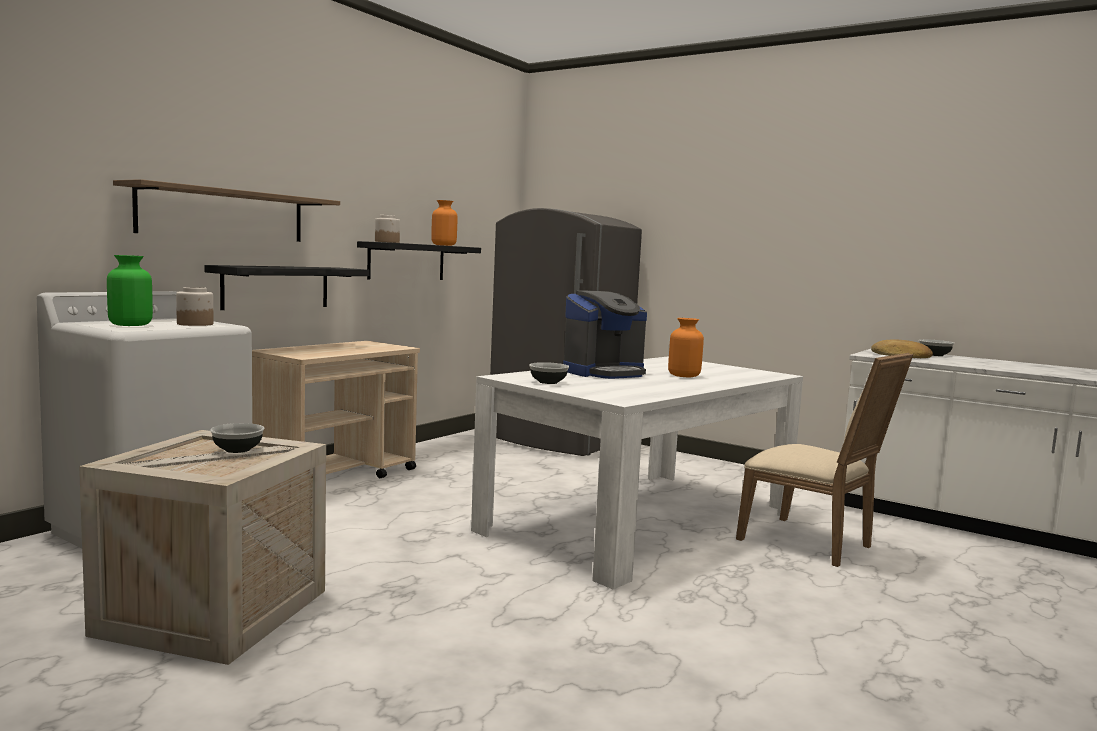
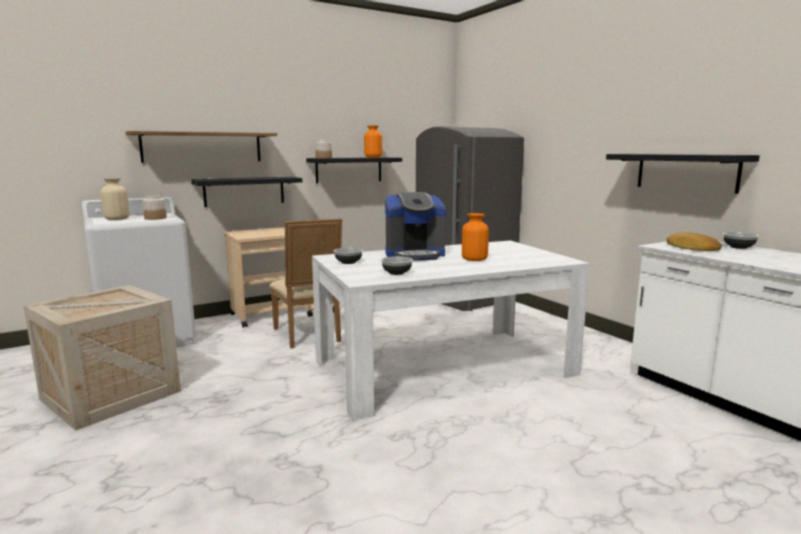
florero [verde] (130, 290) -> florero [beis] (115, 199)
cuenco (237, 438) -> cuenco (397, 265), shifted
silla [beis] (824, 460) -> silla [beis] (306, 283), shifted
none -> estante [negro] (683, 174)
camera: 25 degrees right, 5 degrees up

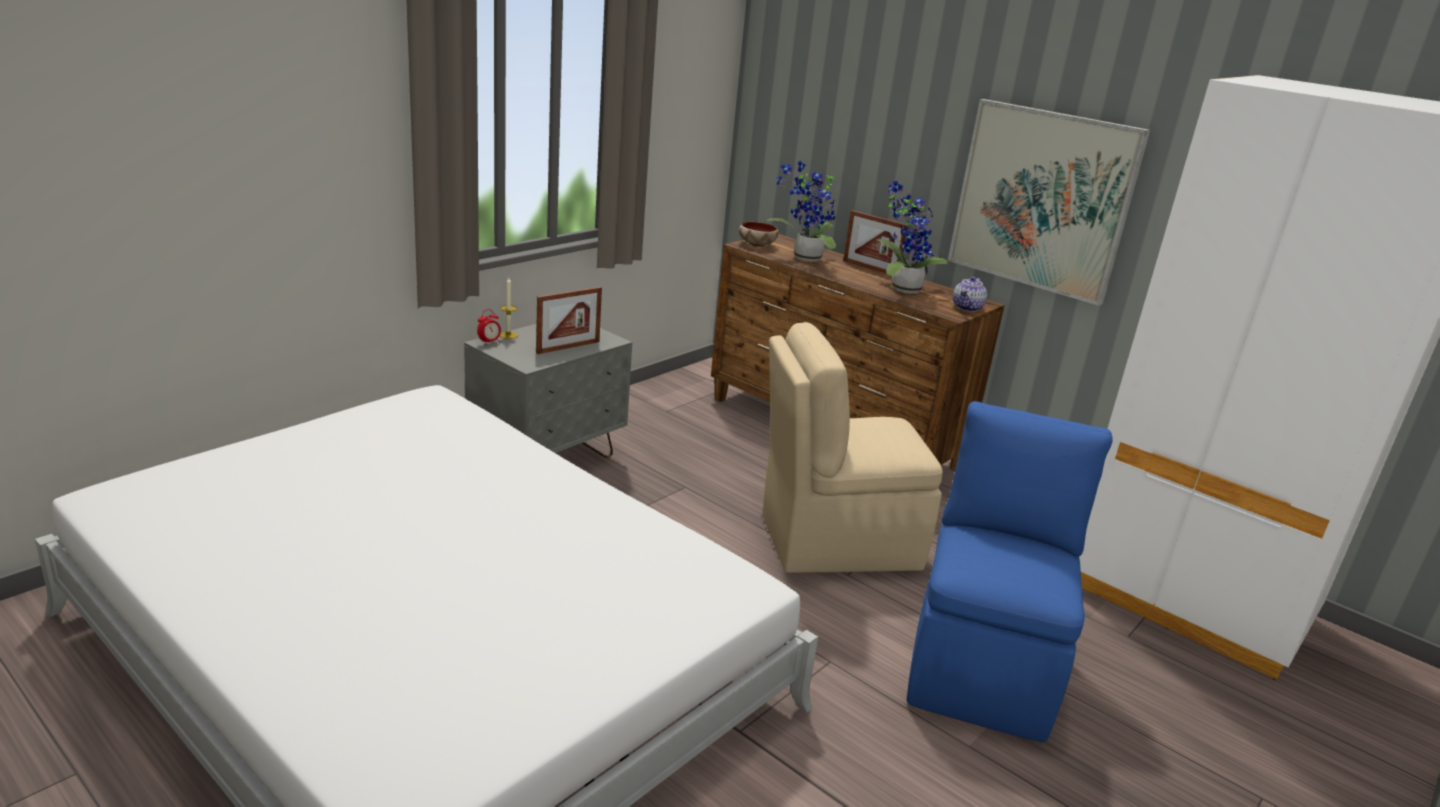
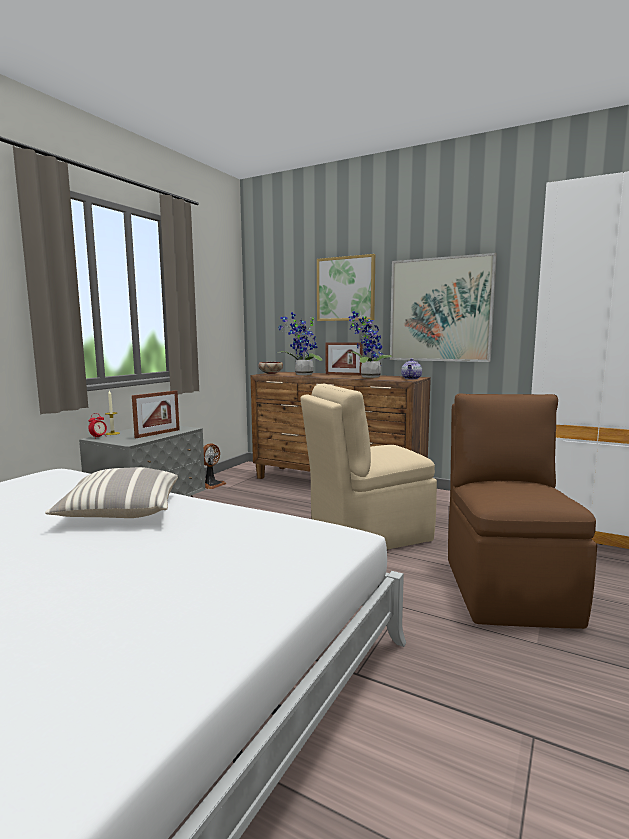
silla [azul] (1010, 571) -> silla [marrón] (522, 511)
none -> cojín (111, 492)
none -> ventilador (215, 466)
none -> cuadro (346, 287)
camera: 10 degrees left, 15 degrees down

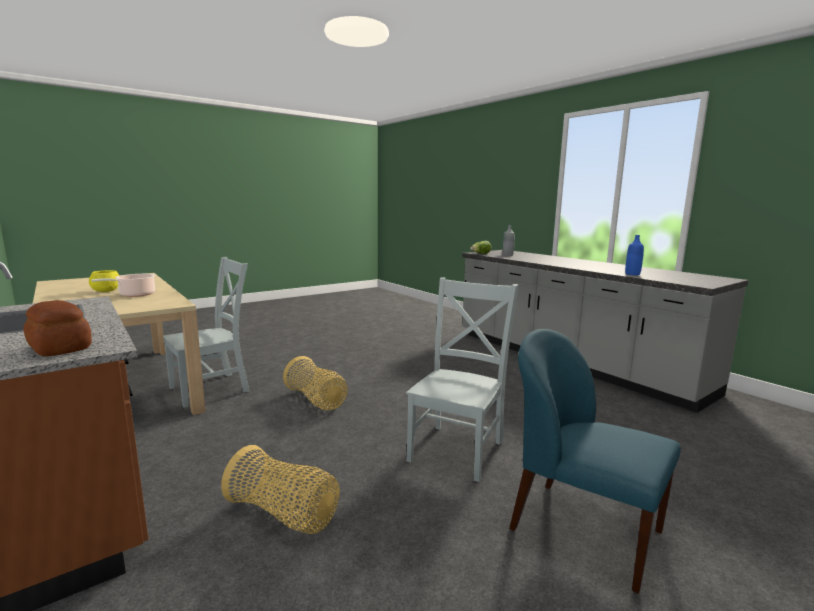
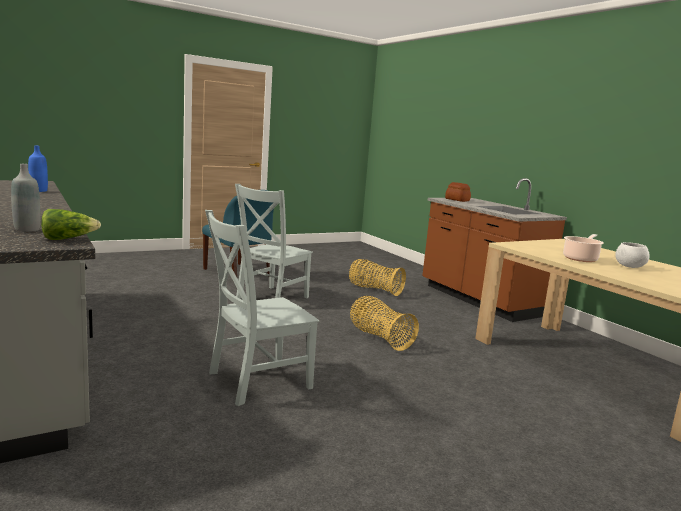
cuenco [amarillo] (104, 281) -> cuenco [blanco] (632, 255)
silla [gris] (206, 332) -> silla [gris] (262, 308), shifted
camera: 175 degrees left, 0 degrees up

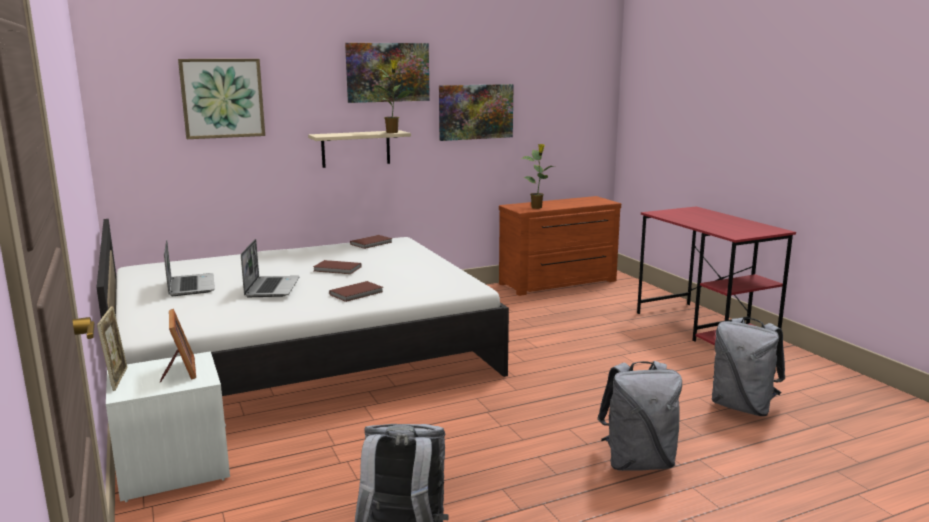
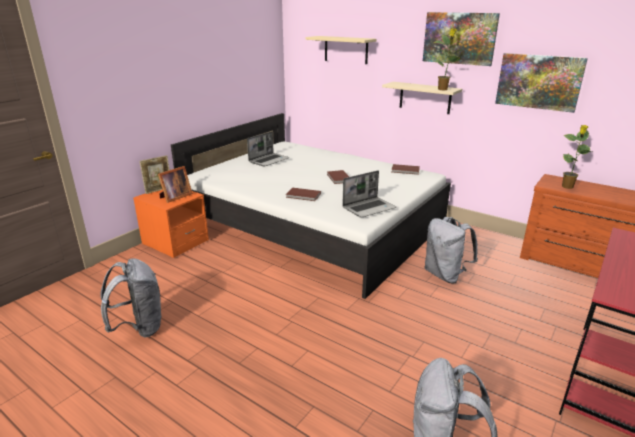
mesita de noche [blanco] (168, 426) -> mesita de noche [naranja] (171, 224)
cuadro (221, 99) -> estante [beis] (341, 50)
portátil (270, 268) -> portátil (369, 194), shifted
mochila [gris] (639, 416) -> mochila [gris] (451, 250), shifted
camera: 60 degrees right, 10 degrees up

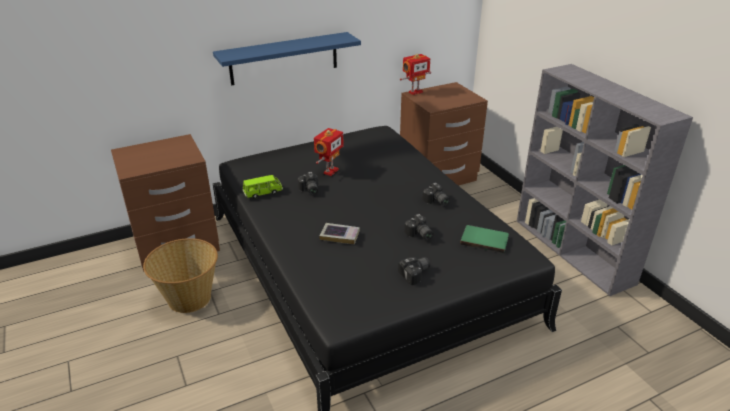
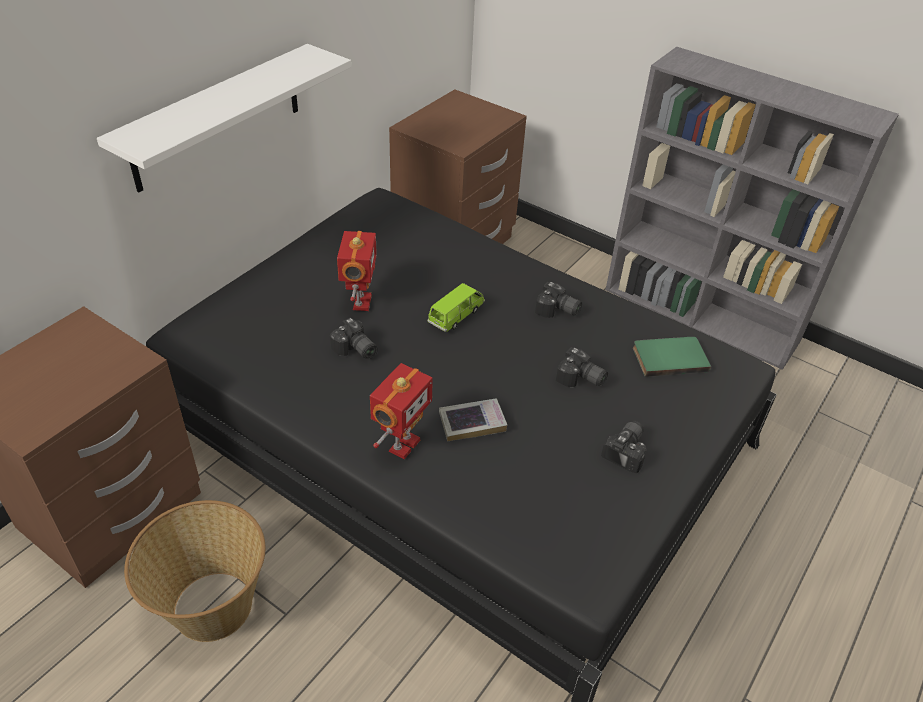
estante [azul] (287, 58) -> estante [blanco] (224, 118)
coche de juguete [verde] (263, 187) -> coche de juguete [verde] (456, 307), shifted
robot de juguete (415, 74) -> robot de juguete (401, 411), shifted
camera: 30 degrees left, 10 degrees up

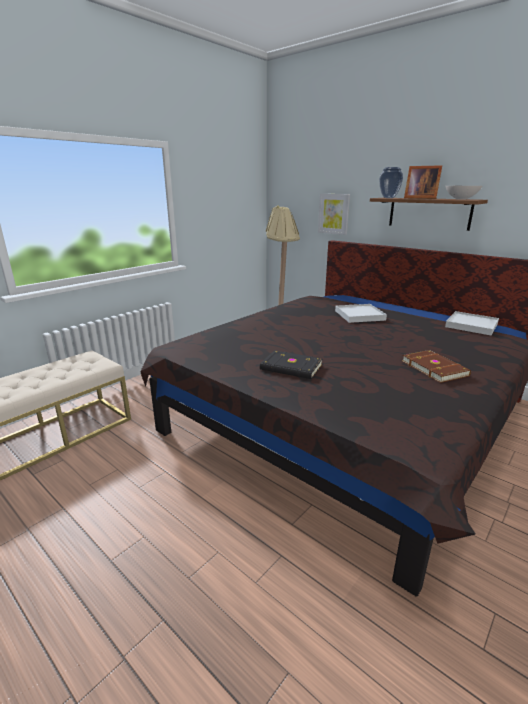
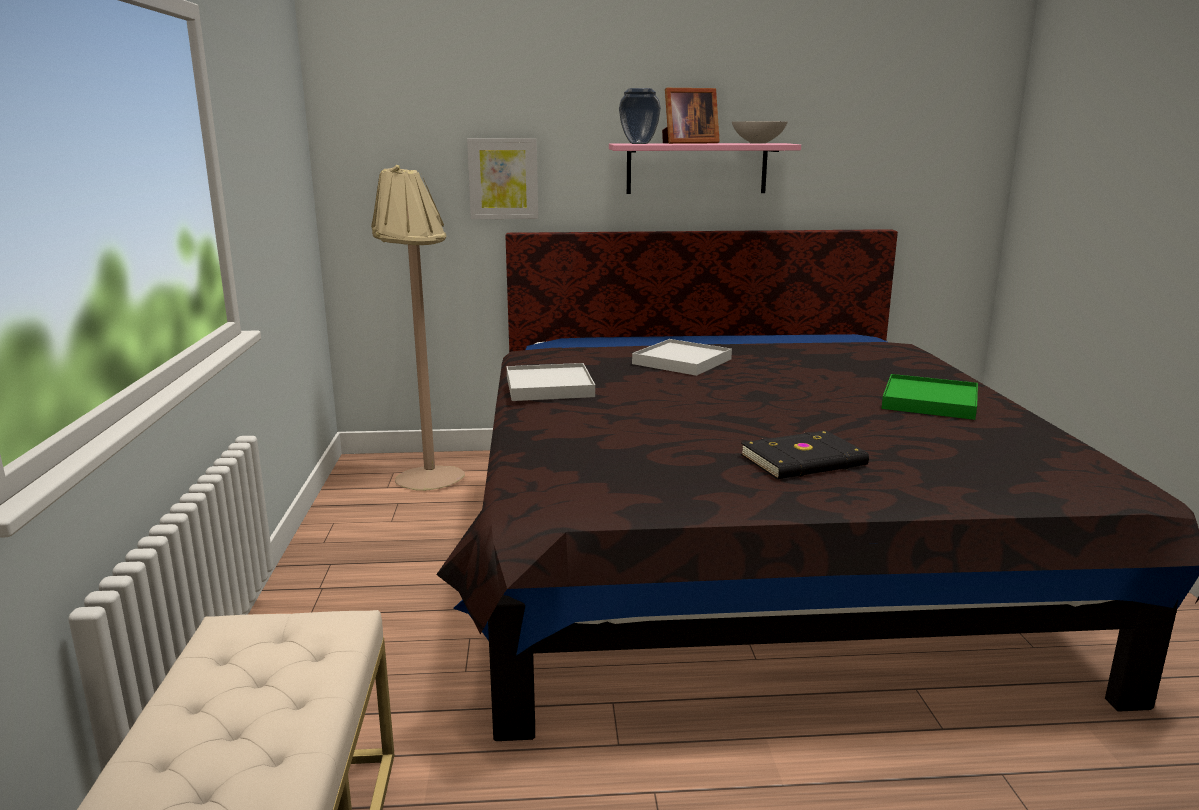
estante [marrón] (429, 214) -> estante [rosa] (705, 168)
libro [marrón] (436, 366) -> bandeja [verde] (929, 397)
bandeja [blanco] (472, 323) -> bandeja [blanco] (551, 382), shifted
camera: 45 degrees left, 5 degrees down

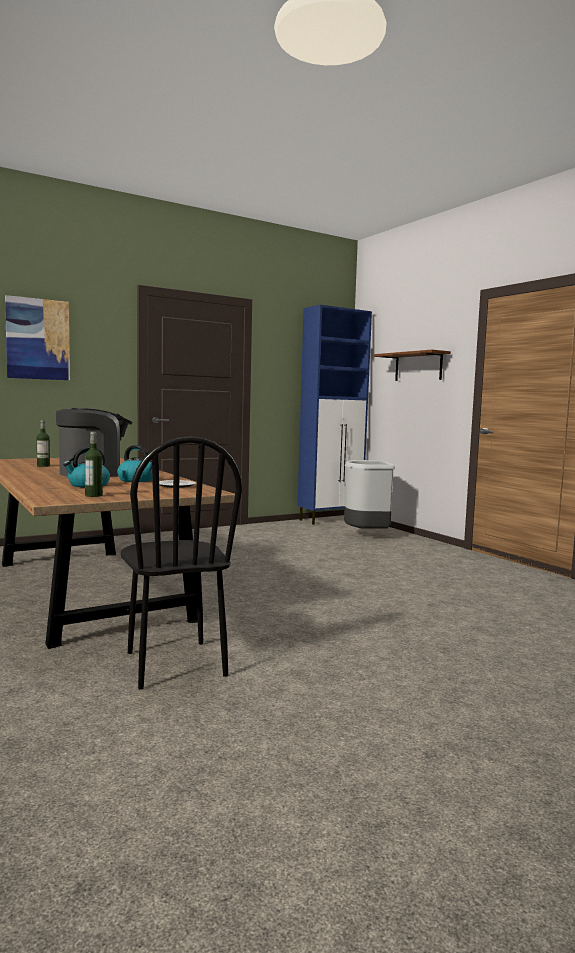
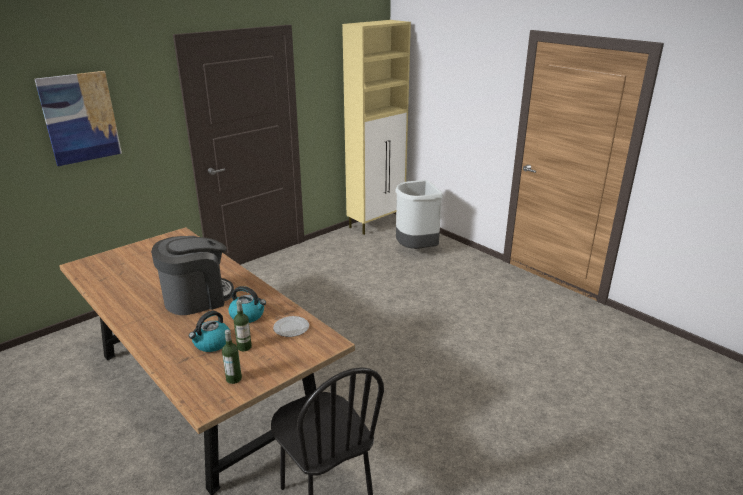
botella (43, 443) -> botella (243, 325), shifted
armario [azul] (335, 415) -> armario [beis] (376, 127)
estante [marrón] (412, 365) -> none
camera: 10 degrees left, 20 degrees up

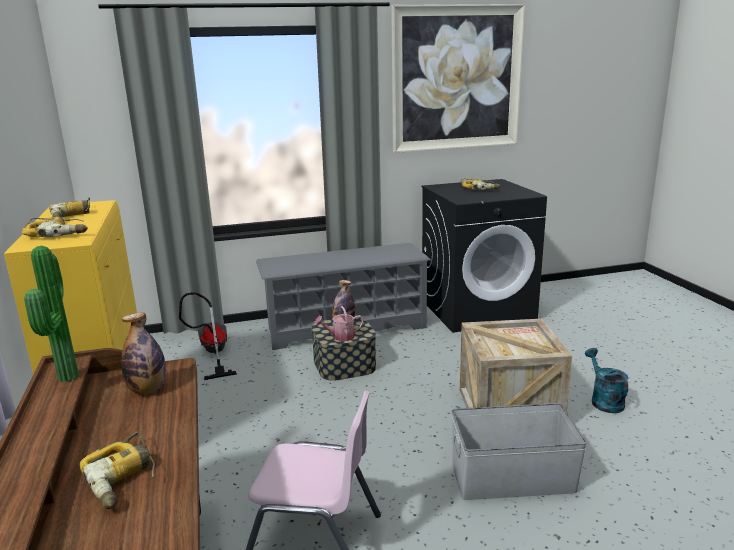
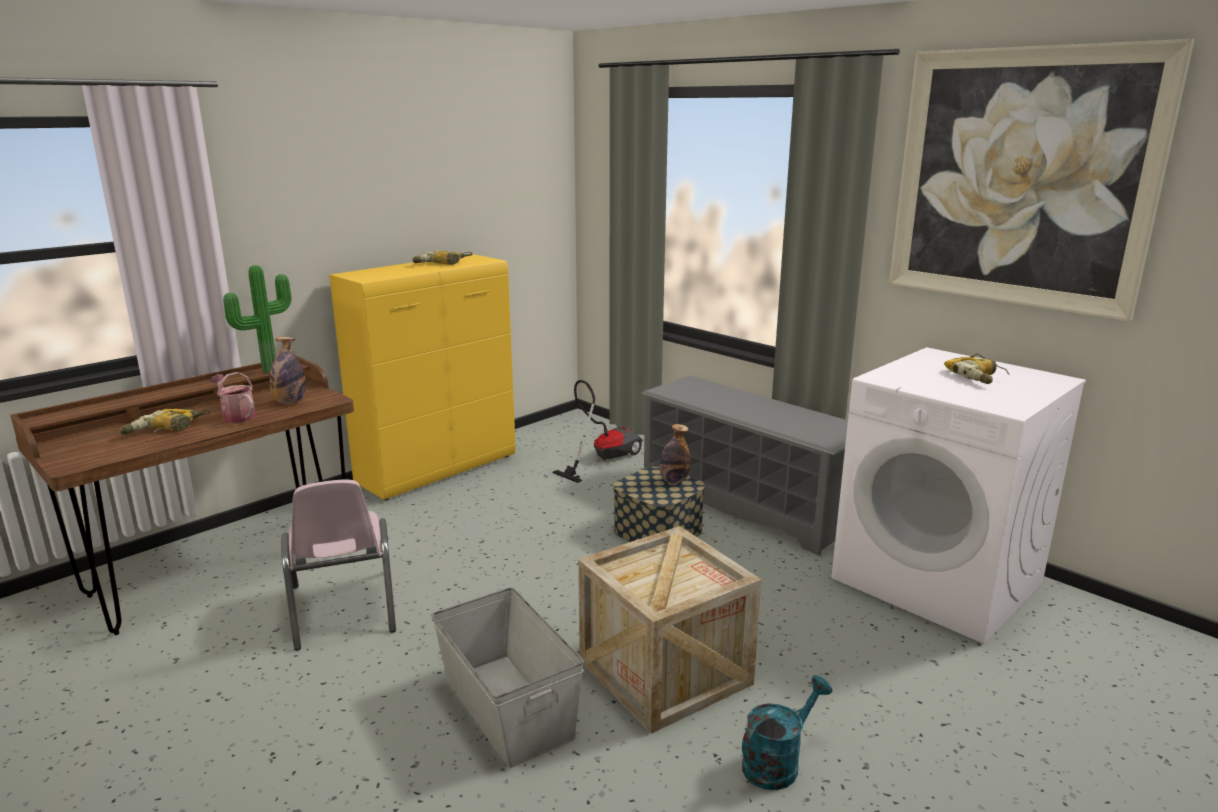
taladro (55, 227) -> none
regadera (339, 323) -> regadera (233, 397), shifted
lavadora [negro] (484, 256) -> lavadora [blanco] (958, 495)
camera: 60 degrees right, 0 degrees up

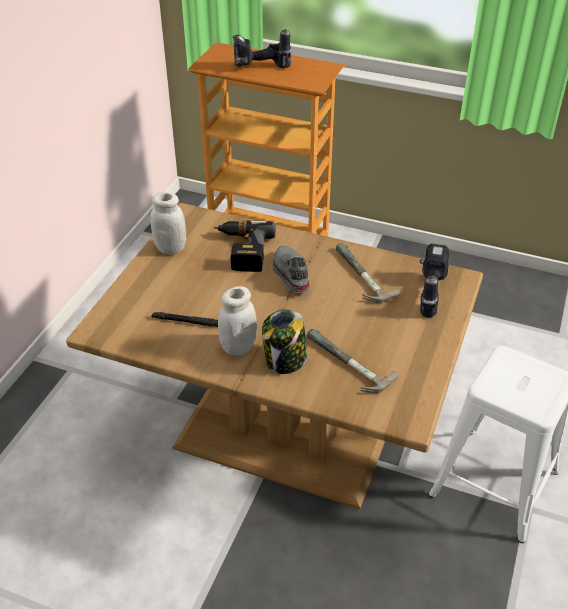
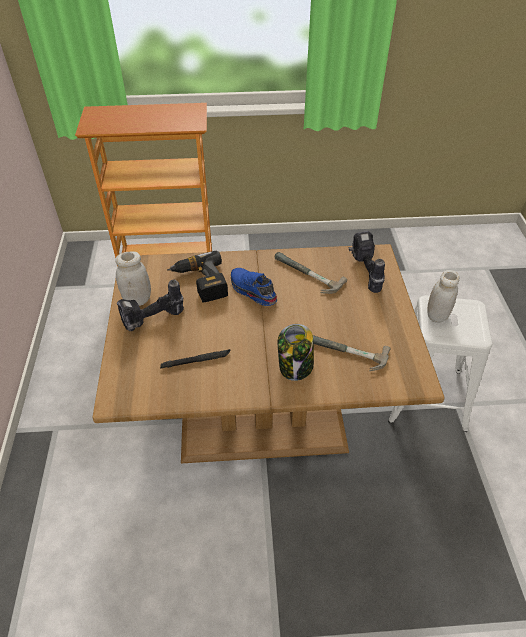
tarro [blanco] (237, 321) -> tarro [blanco] (443, 296), shifted
taladro (262, 48) -> taladro (150, 305), shifted
zapato [gris] (291, 269) -> zapato [azul] (254, 287)
camera: 25 degrees left, 5 degrees up

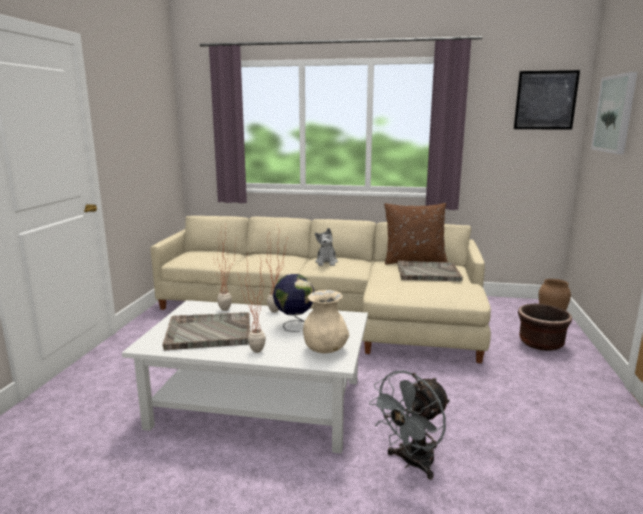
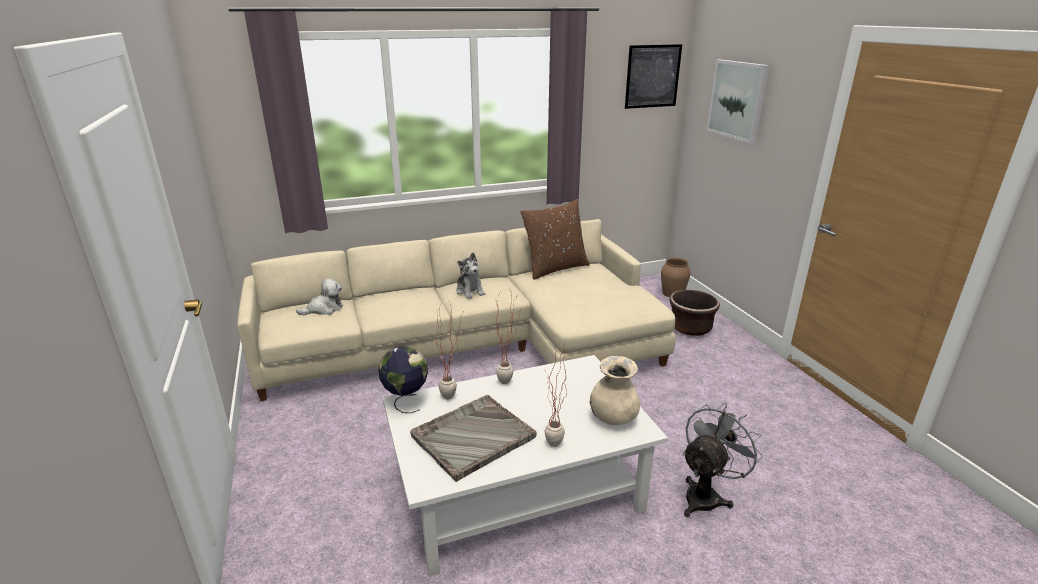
globo terráqueo (294, 303) -> globo terráqueo (403, 379), shifted
ventilador [gris] (409, 424) -> ventilador [gris] (722, 460), 150 degrees counterclockwise
bandeja [gris] (430, 271) -> none
none -> peluche (319, 296)
camera: 30 degrees left, 10 degrees up

